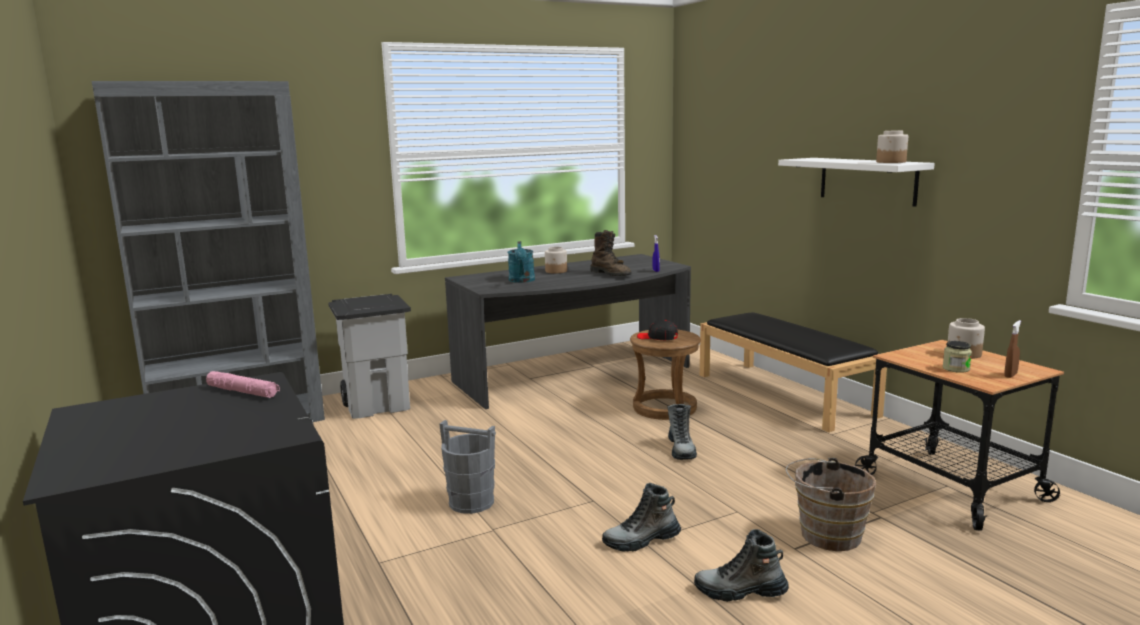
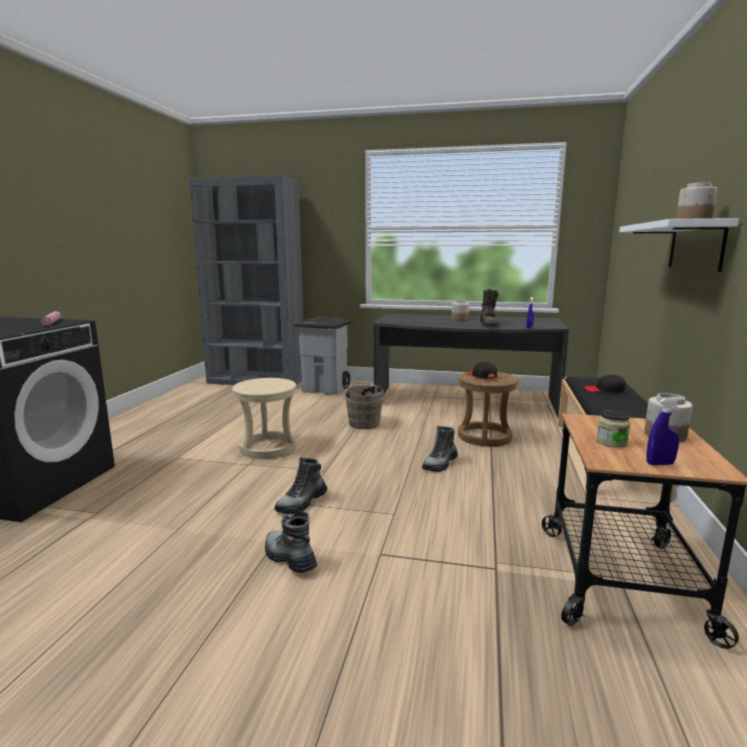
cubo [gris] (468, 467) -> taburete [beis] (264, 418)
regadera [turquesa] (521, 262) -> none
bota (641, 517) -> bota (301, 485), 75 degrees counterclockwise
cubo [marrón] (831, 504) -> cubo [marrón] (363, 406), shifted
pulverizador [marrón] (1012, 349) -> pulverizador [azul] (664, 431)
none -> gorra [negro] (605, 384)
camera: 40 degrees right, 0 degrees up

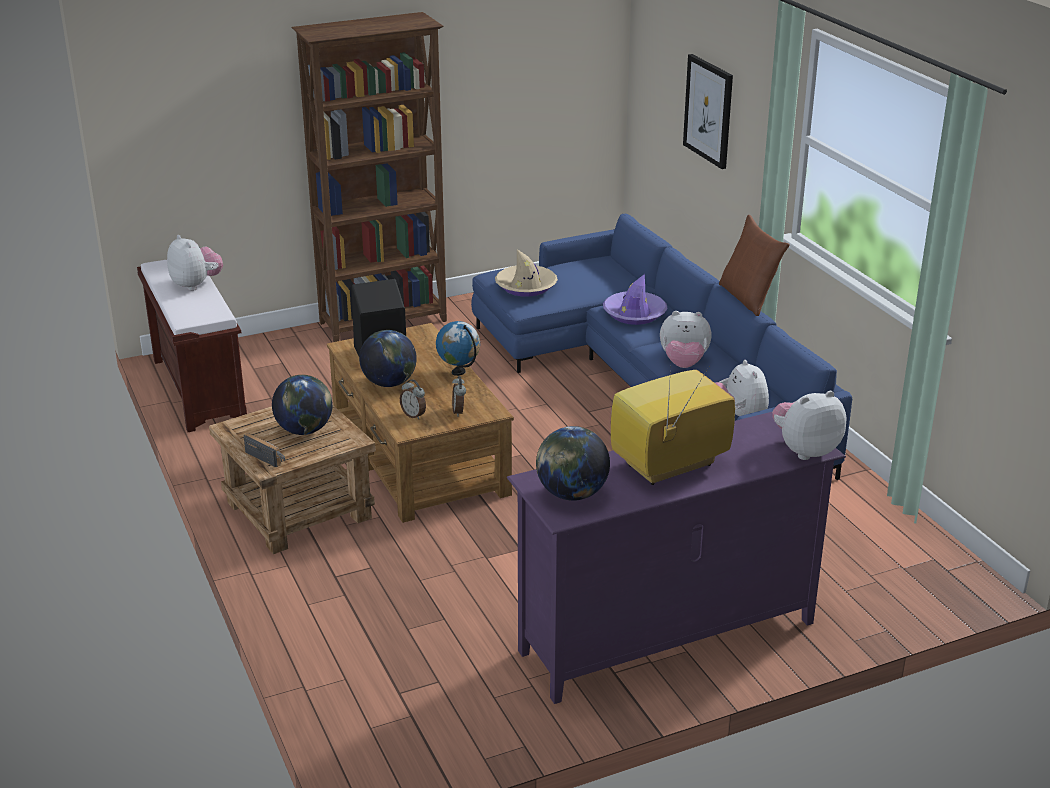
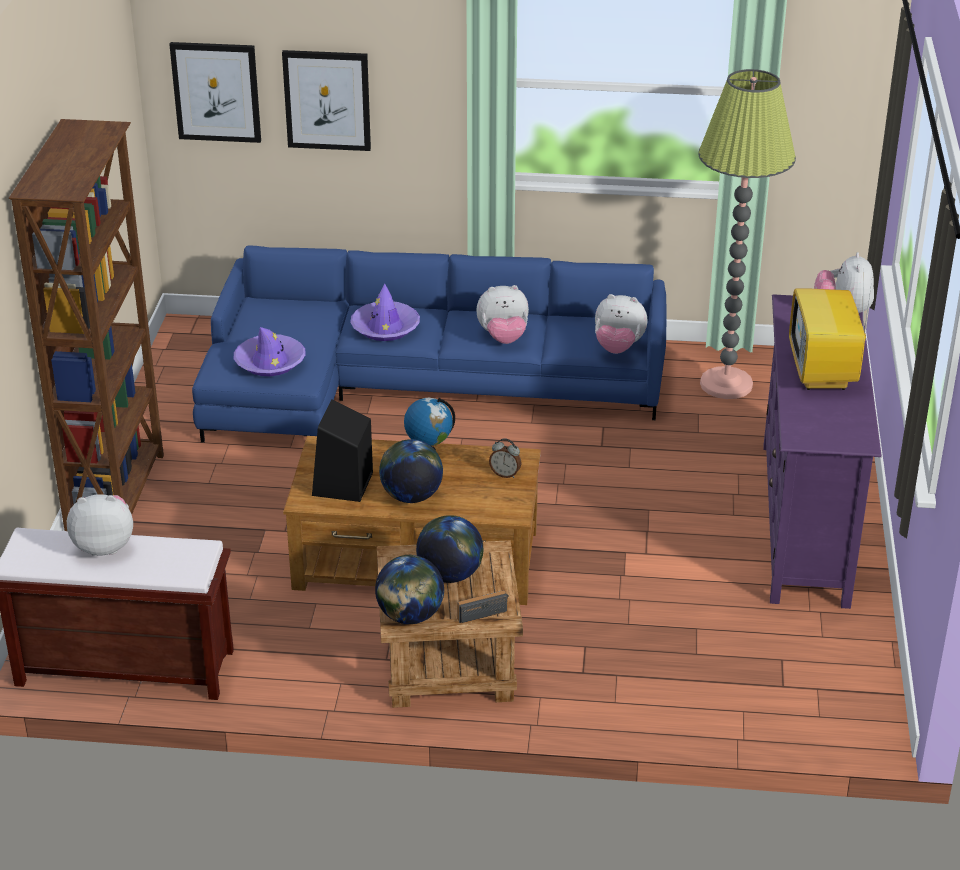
despertador (413, 400) -> none
sombrero [beis] (526, 273) -> sombrero [morado] (270, 351)
globo terráqueo (573, 463) -> globo terráqueo (409, 589), shifted
peluche (686, 339) -> peluche (503, 314), 45 degrees clockwise
cojín [marrón] (754, 265) -> none
none -> cuadro (215, 92)
none -> lámpara de pie (747, 234)
camera: 60 degrees left, 5 degrees up

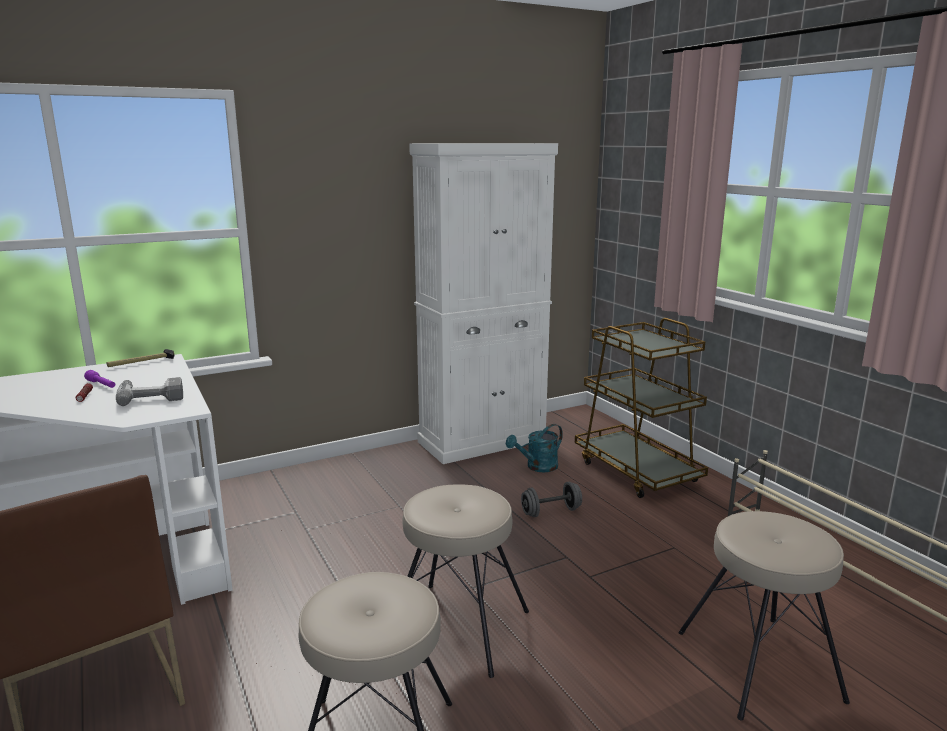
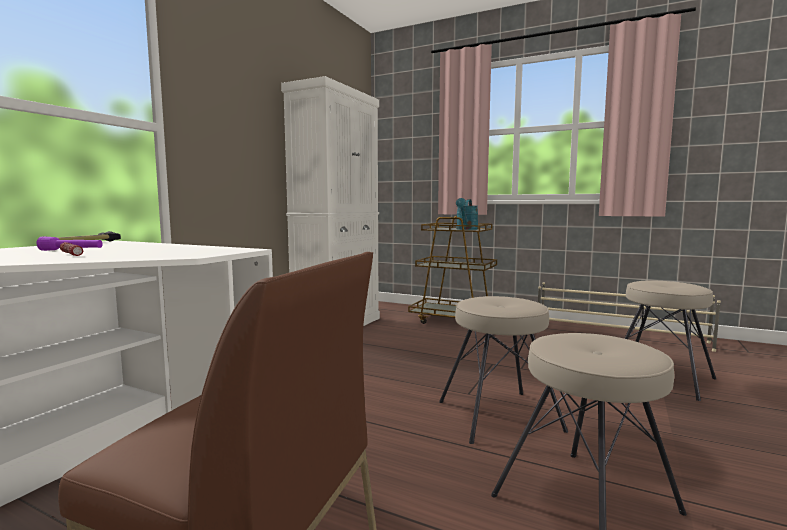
taladro (149, 391) -> none
regadera [turquesa] (534, 448) -> regadera [turquesa] (467, 214), shifted
mancuerna [gris] (551, 499) -> none
camera: 35 degrees left, 10 degrees down

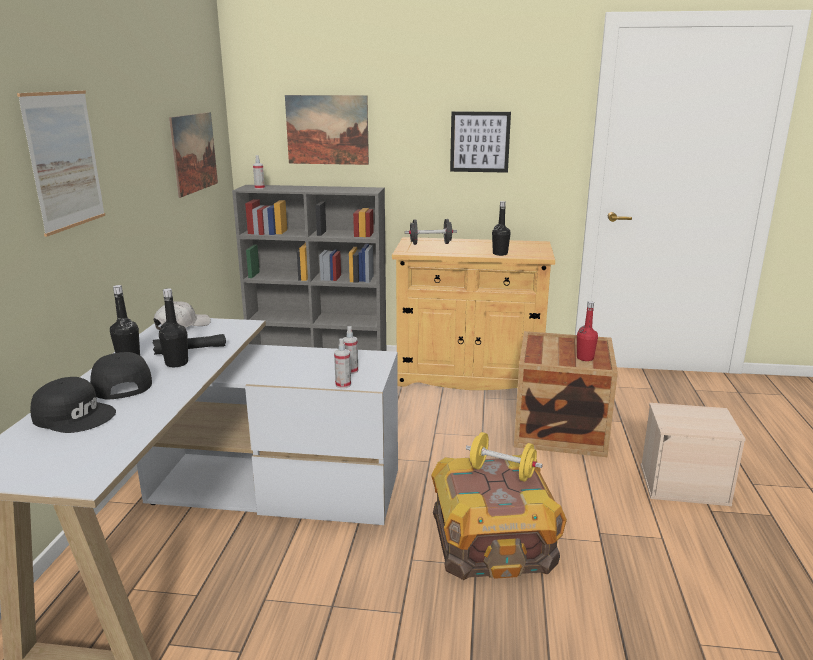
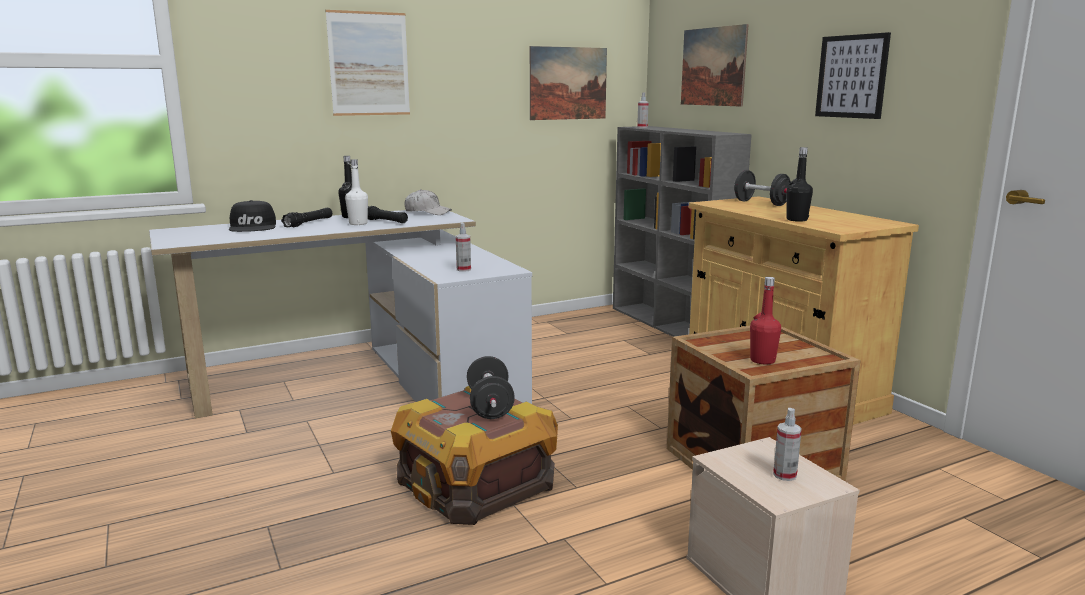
gorra [negro] (121, 376) -> linterna [negro] (306, 217)
botella [negro] (173, 327) -> botella [blanco] (356, 192)
pulverizador (342, 363) -> pulverizador (787, 444), shifted
mancuerna [amarillo] (504, 457) -> mancuerna [negro] (491, 387)
camera: 55 degrees right, 5 degrees down

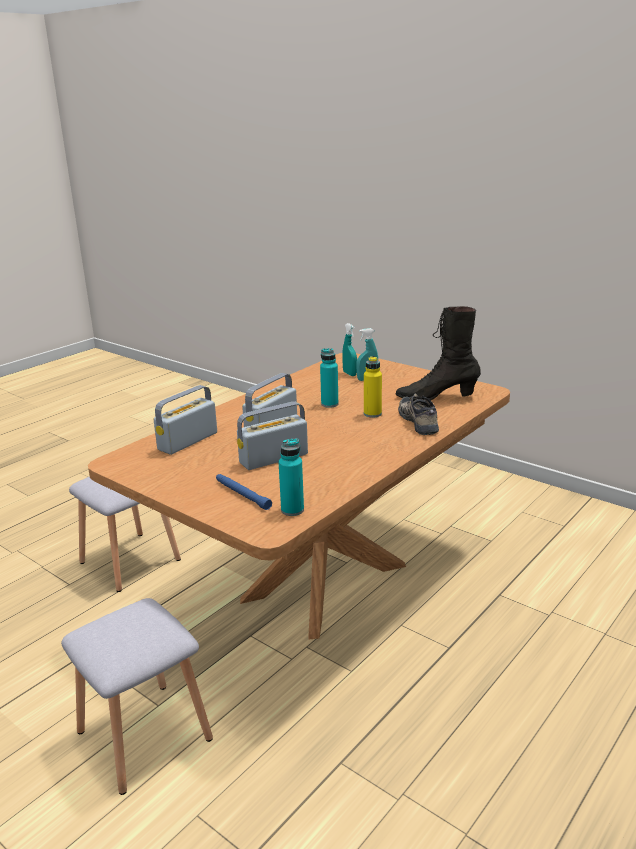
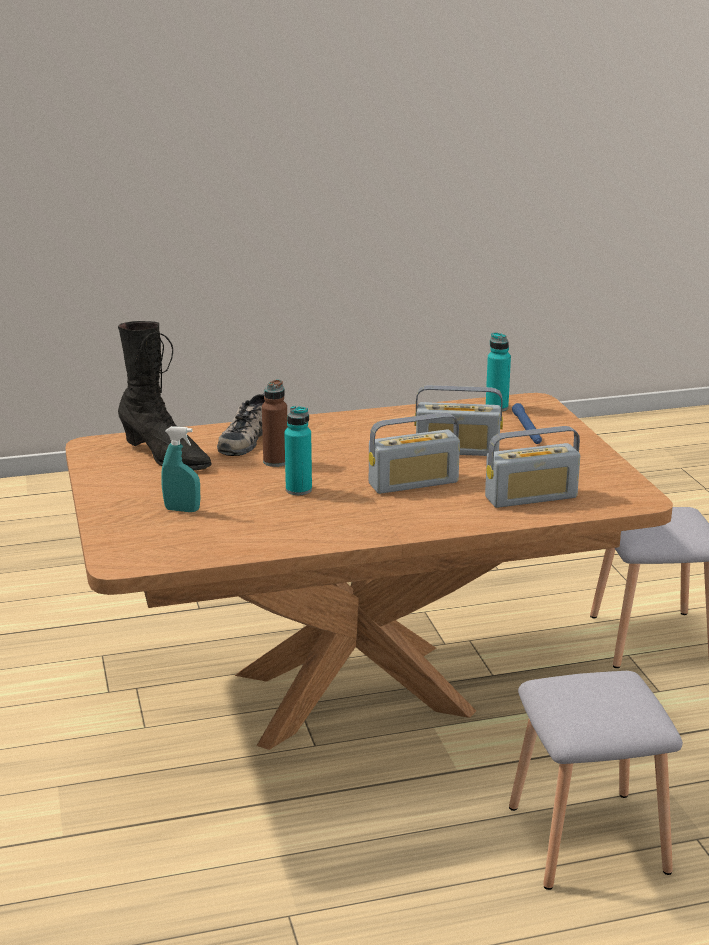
pulverizador [turquesa] (349, 349) -> none
botella [amarillo] (373, 387) -> botella [marrón] (275, 423)
camera: 145 degrees left, 0 degrees up

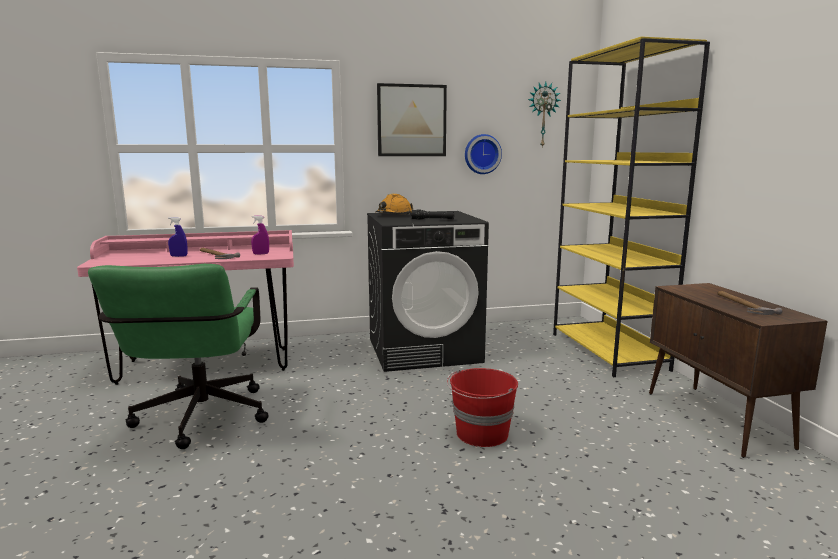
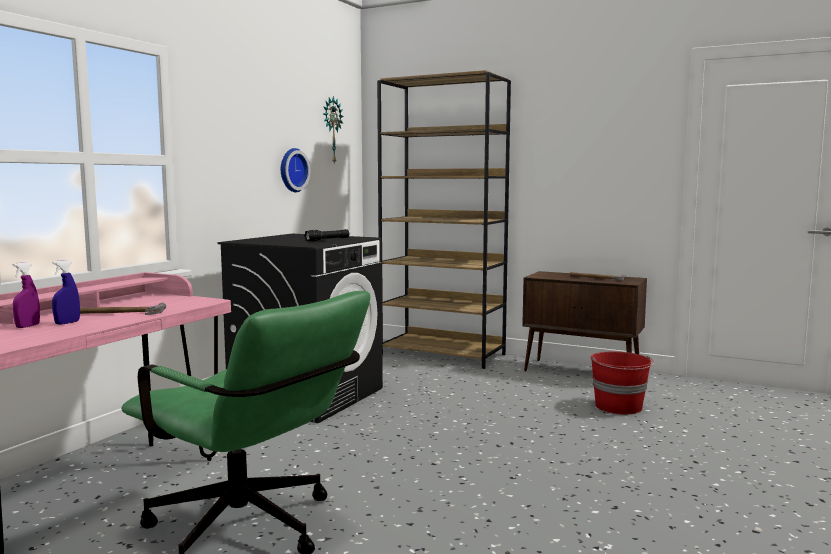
pulverizador [morado] (260, 235) -> pulverizador [morado] (26, 295), shifted
casco [naranja] (394, 204) -> none
cuadro (412, 119) -> none
cubo [rojo] (482, 407) -> cubo [rojo] (622, 383), shifted
estantería [amarillo] (631, 207) -> estantería [marrón] (444, 219)
camera: 50 degrees left, 5 degrees down

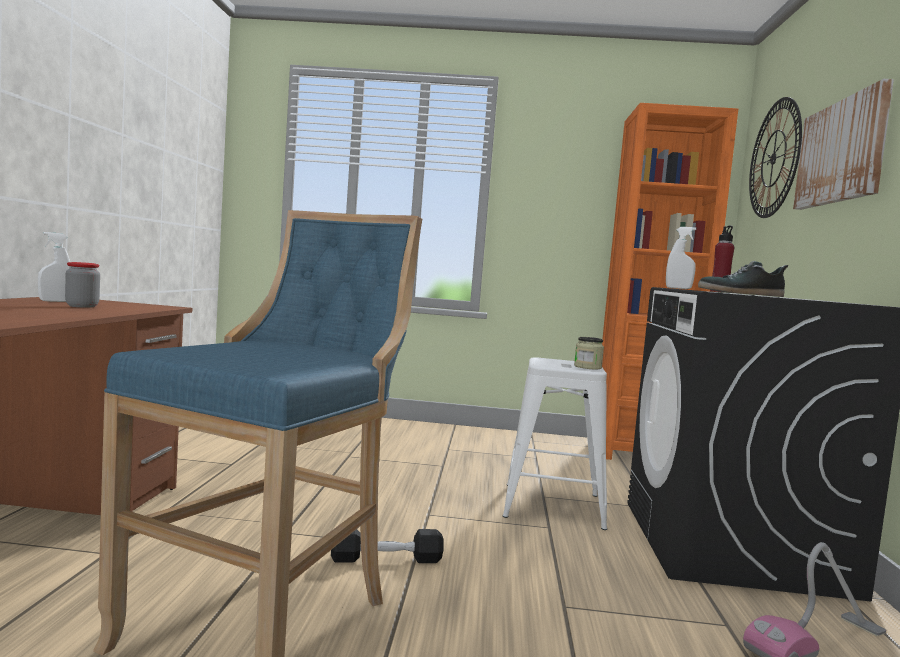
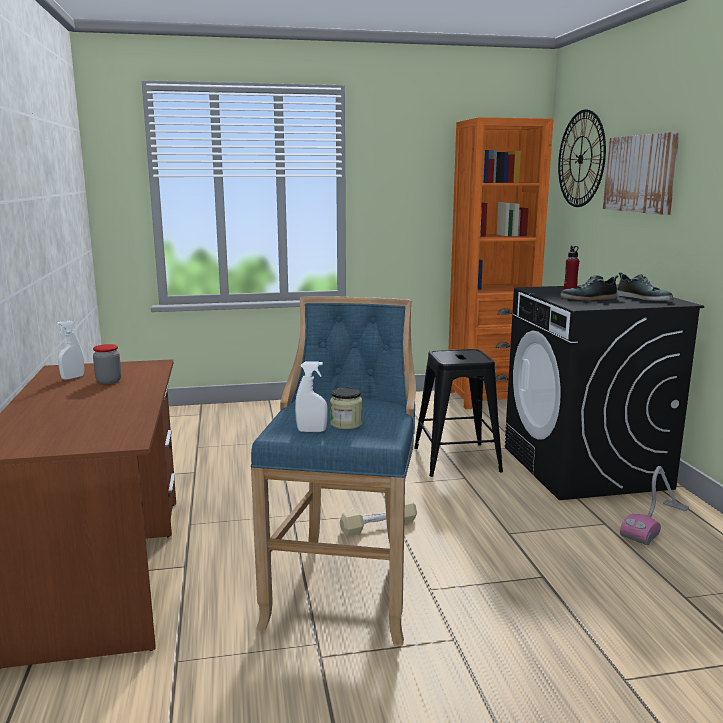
mancuerna [negro] (387, 546) -> mancuerna [beis] (378, 518)
taburete [blanco] (555, 443) -> taburete [negro] (458, 413)
tarro (589, 353) -> tarro (346, 408), shifted
pulverizador [blanco] (681, 258) -> pulverizador [blanco] (311, 396), shifted
none -> zapato (645, 286)
camera: 15 degrees left, 10 degrees up

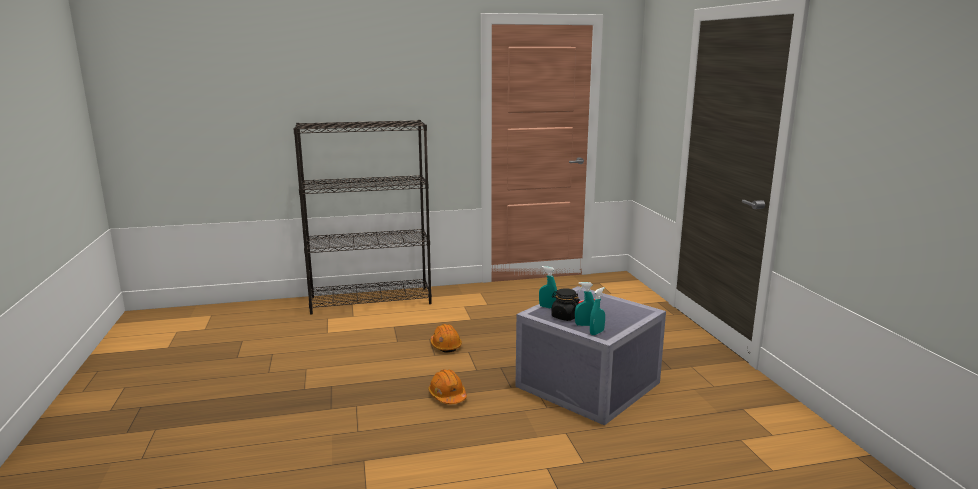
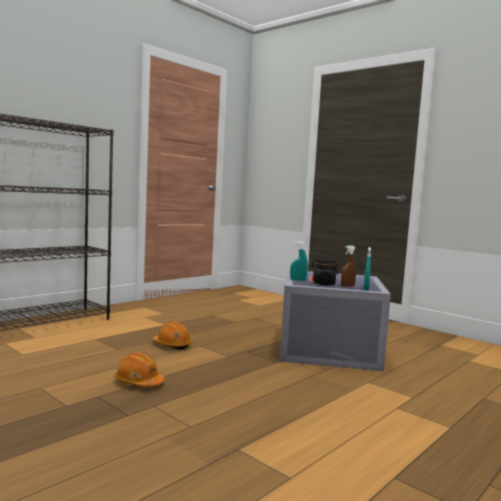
casco [naranja] (447, 386) -> casco [naranja] (140, 369), shifted
pulverizador [turquesa] (584, 304) -> pulverizador [marrón] (348, 266)
camera: 35 degrees left, 10 degrees down

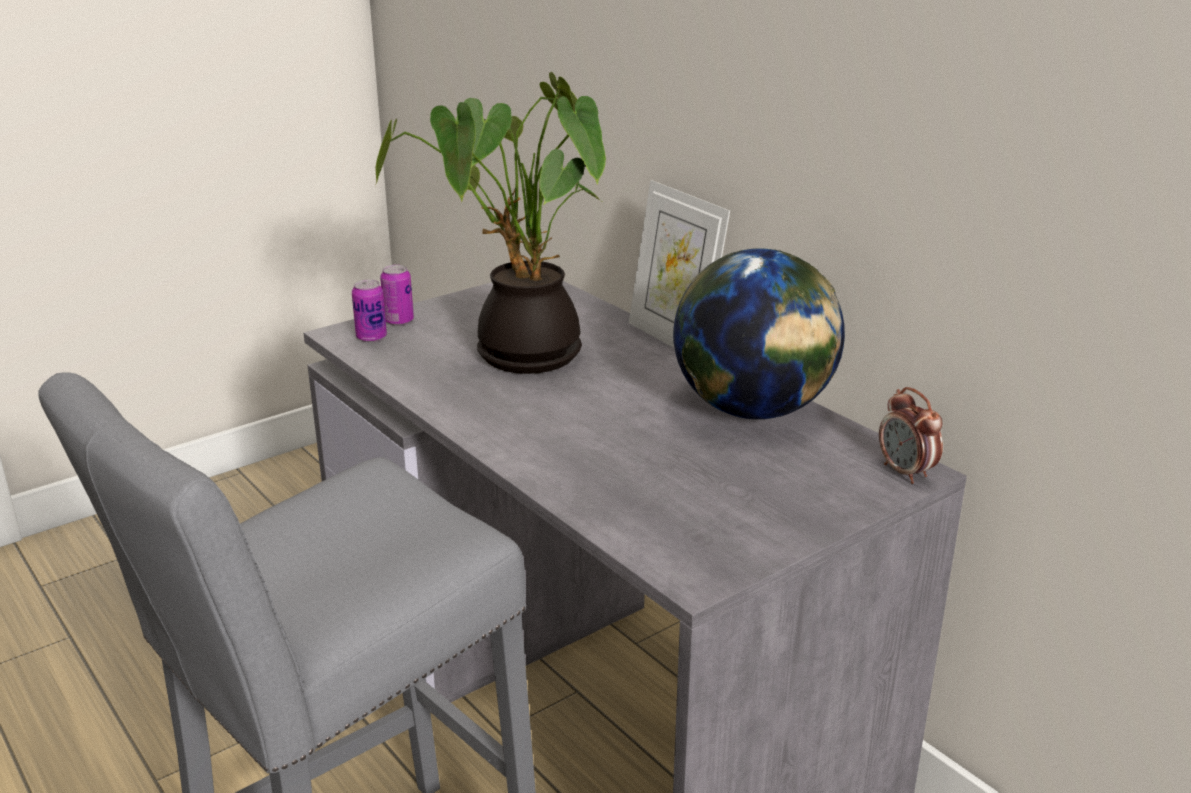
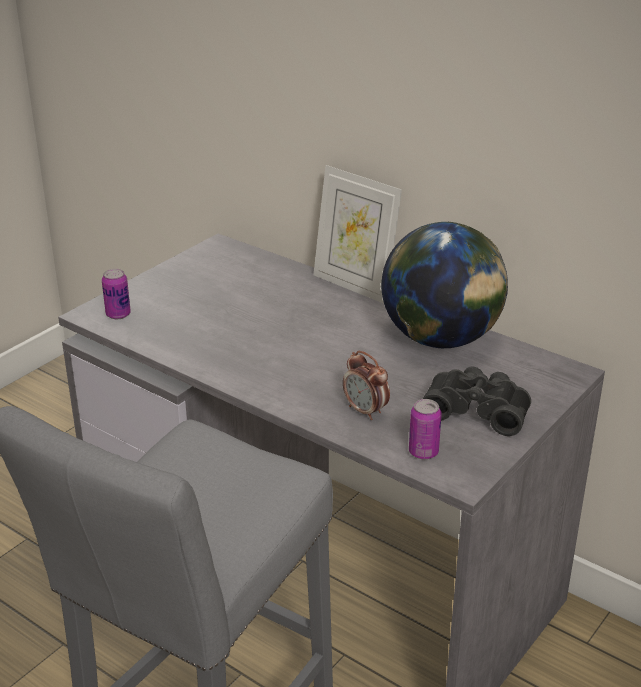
planta en maceta (490, 223) -> none
lata (397, 295) -> lata (425, 429), shifted
despertador (911, 435) -> despertador (366, 385), shifted
none -> prismáticos [negro] (477, 401)
camera: 15 degrees left, 5 degrees up

